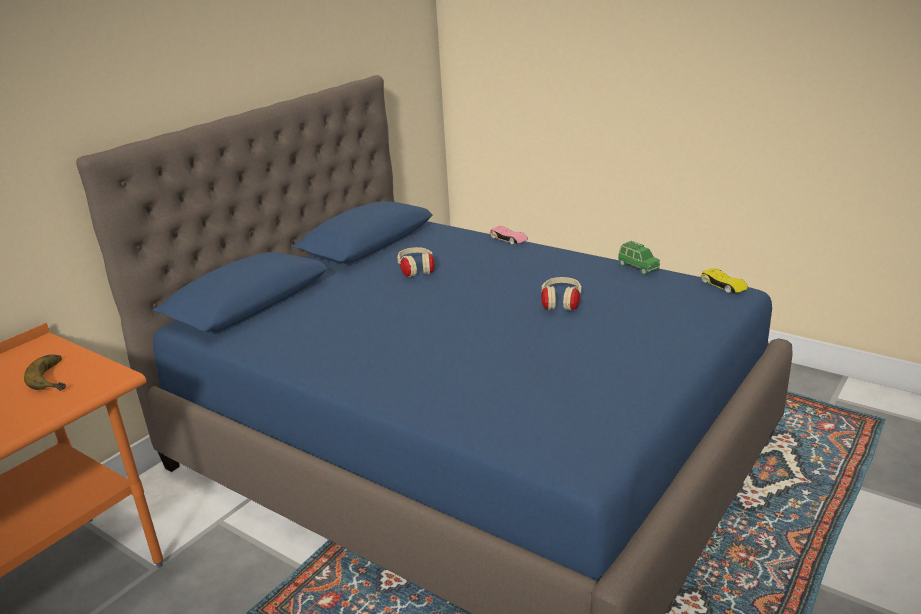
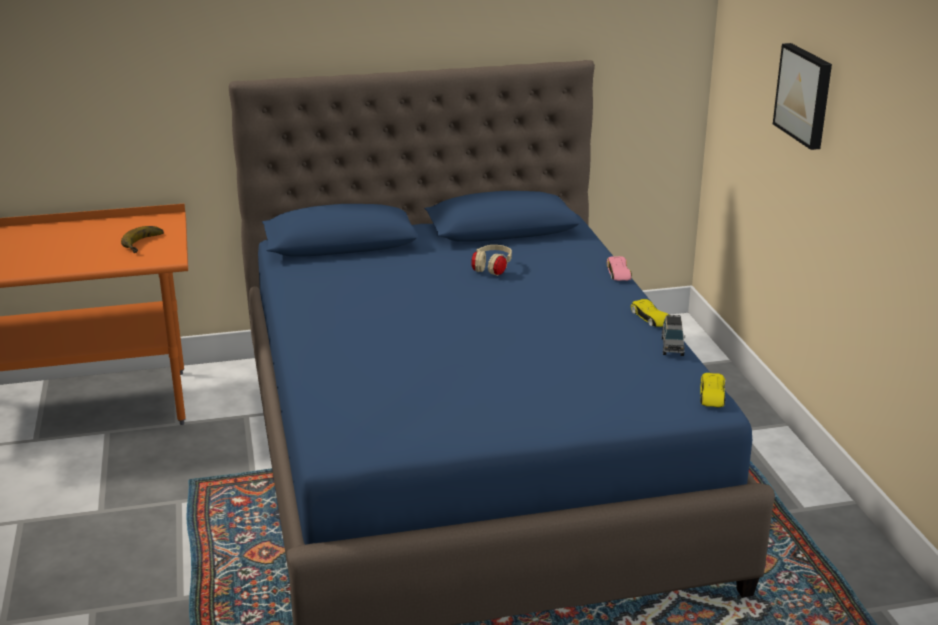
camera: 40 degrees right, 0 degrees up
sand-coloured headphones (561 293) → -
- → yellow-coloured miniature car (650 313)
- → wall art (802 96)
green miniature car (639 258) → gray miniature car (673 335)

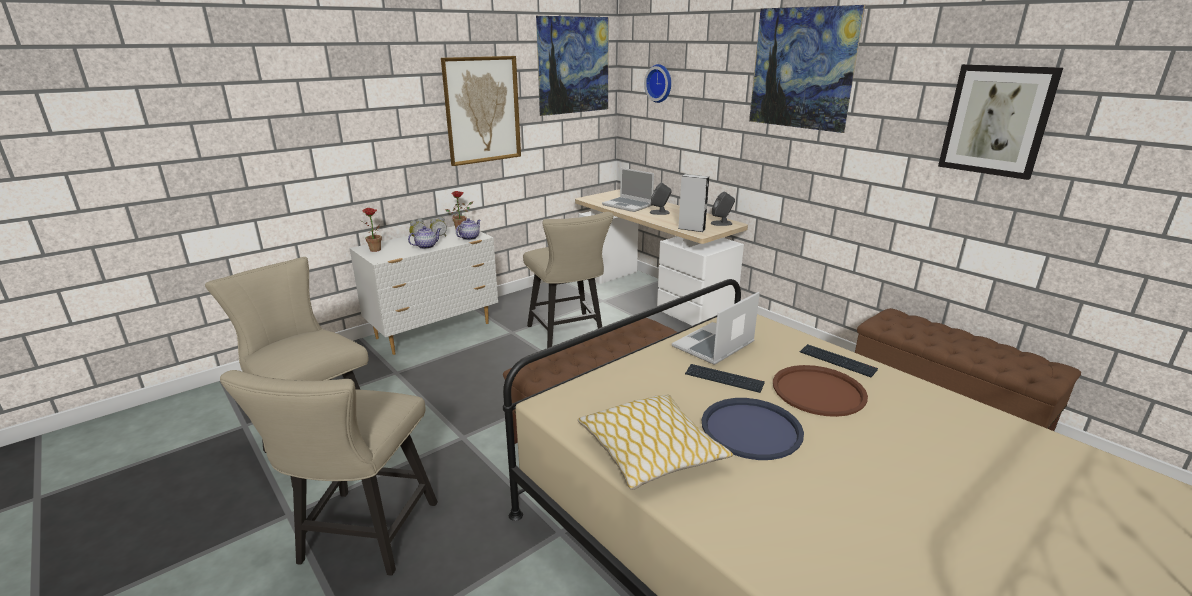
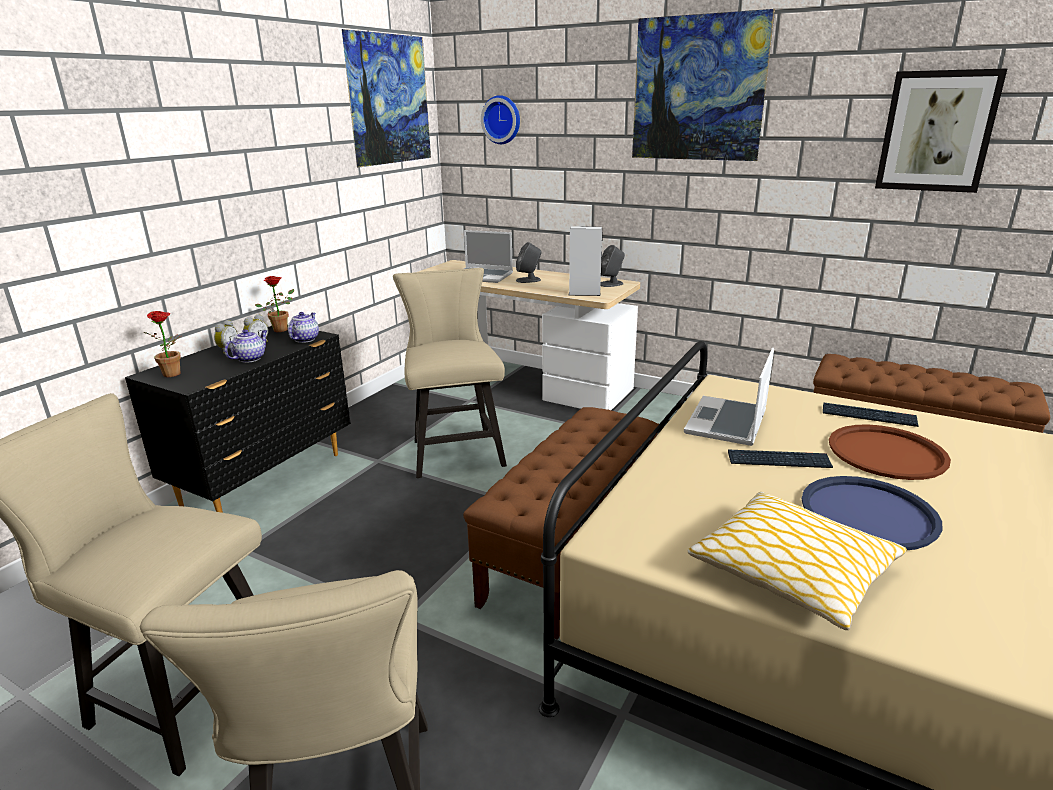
camera: 20 degrees left, 0 degrees up
wall art (481 111) → -
whitish chest of drawers (424 290) → black-coloured chest of drawers (238 419)
sand-coloured chair (568 280) → sand-coloured chair (450 373), 150 degrees counterclockwise

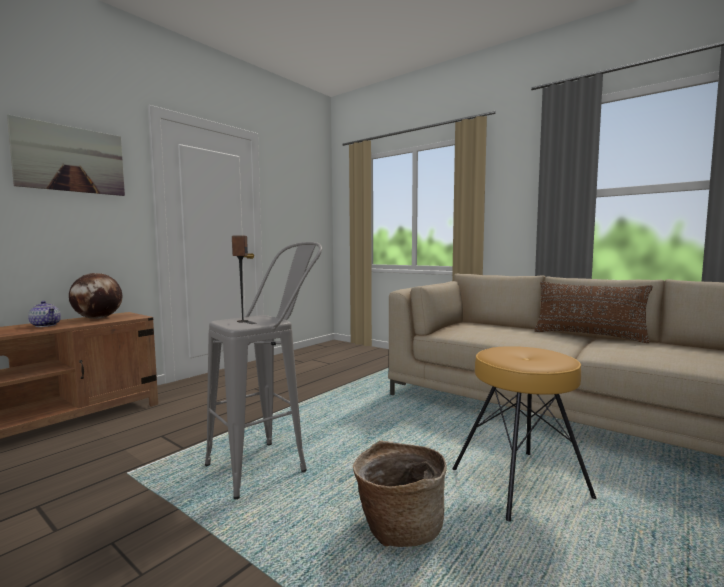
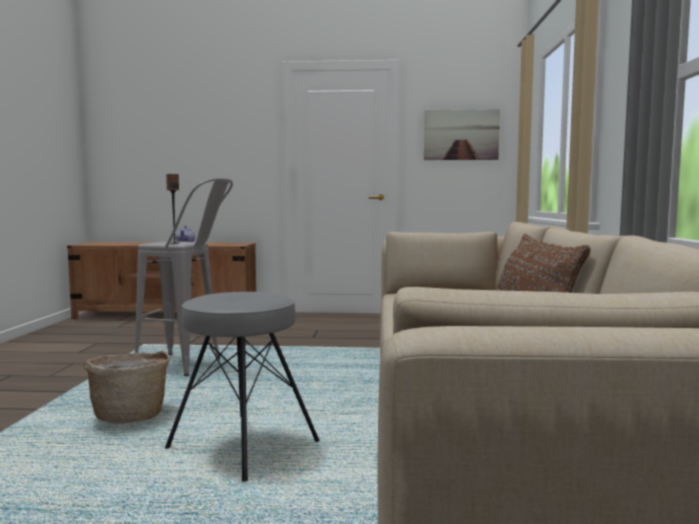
camera: 55 degrees right, 0 degrees up
desk globe (96 296) → -
wall art (66 155) → wall art (462 134), move
brown sitting stool (524 433) → gray sitting stool (242 387)

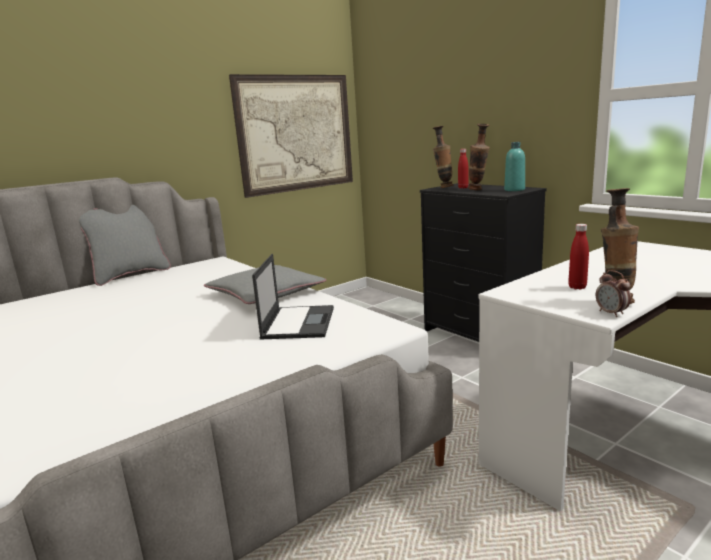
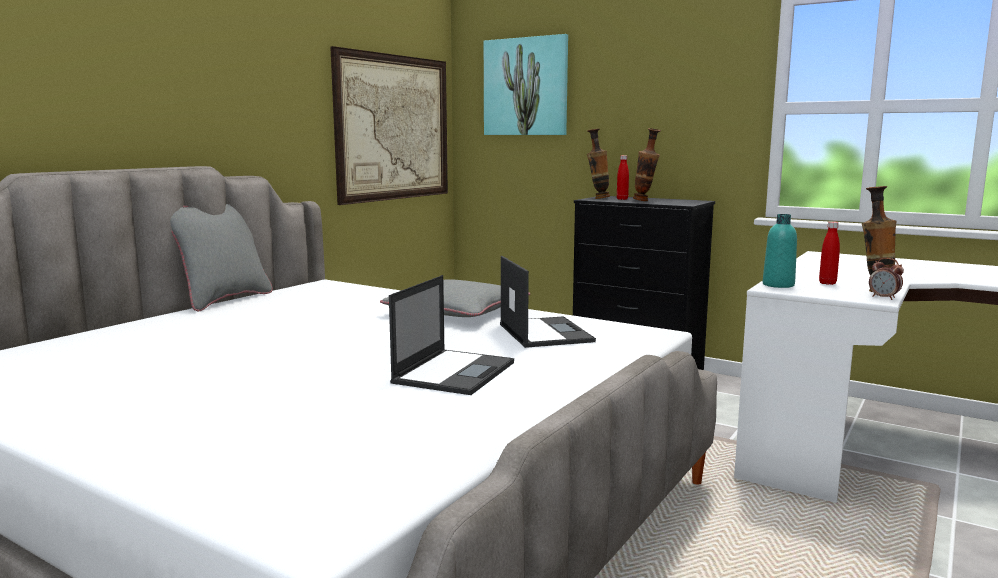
camera: 20 degrees left, 5 degrees down
- → laptop (451 335)
- → wall art (526 84)
turquoise-coloured drink bottle (514 166) → turquoise-coloured drink bottle (780 251), move

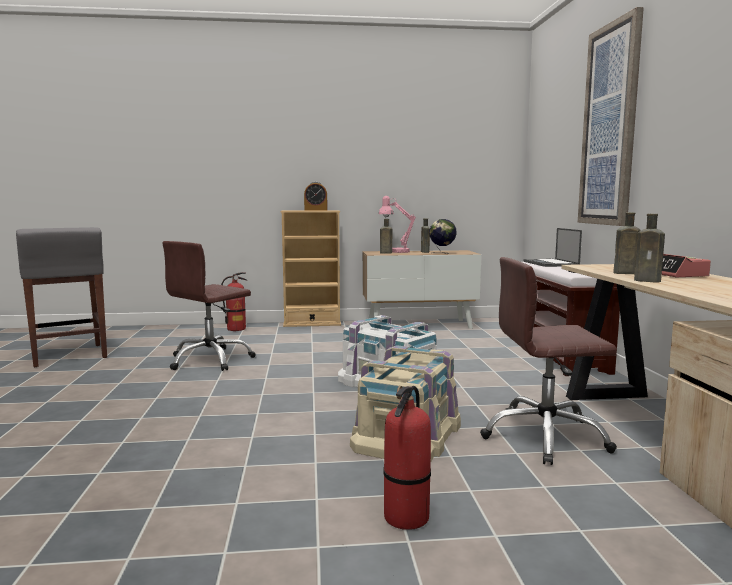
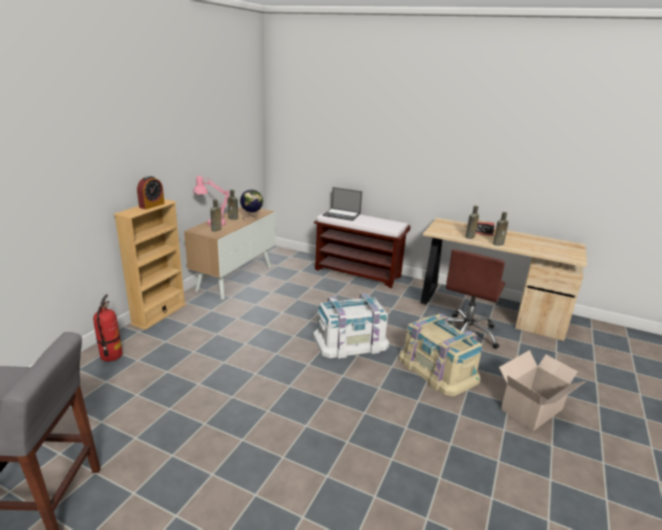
camera: 60 degrees left, 15 degrees up
brown office chair (209 306) → -
wall art (611 116) → -
extinguisher (407 458) → packing box (542 390)

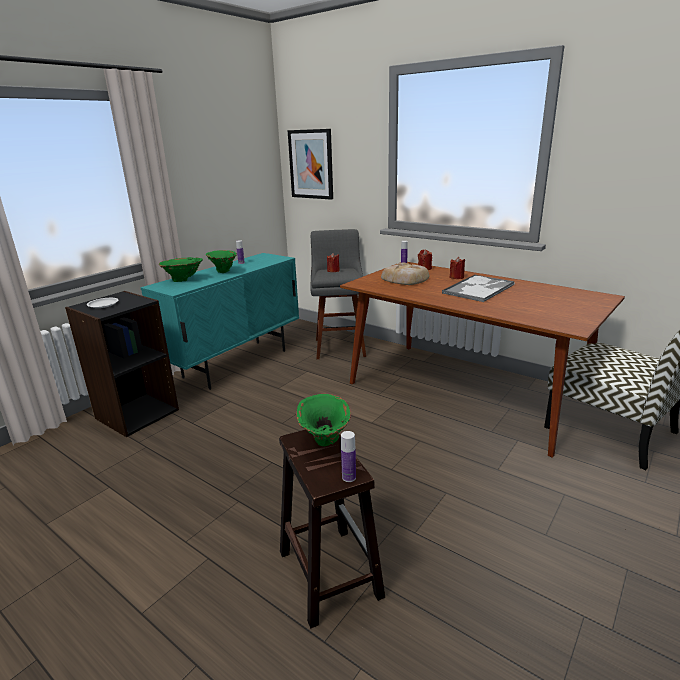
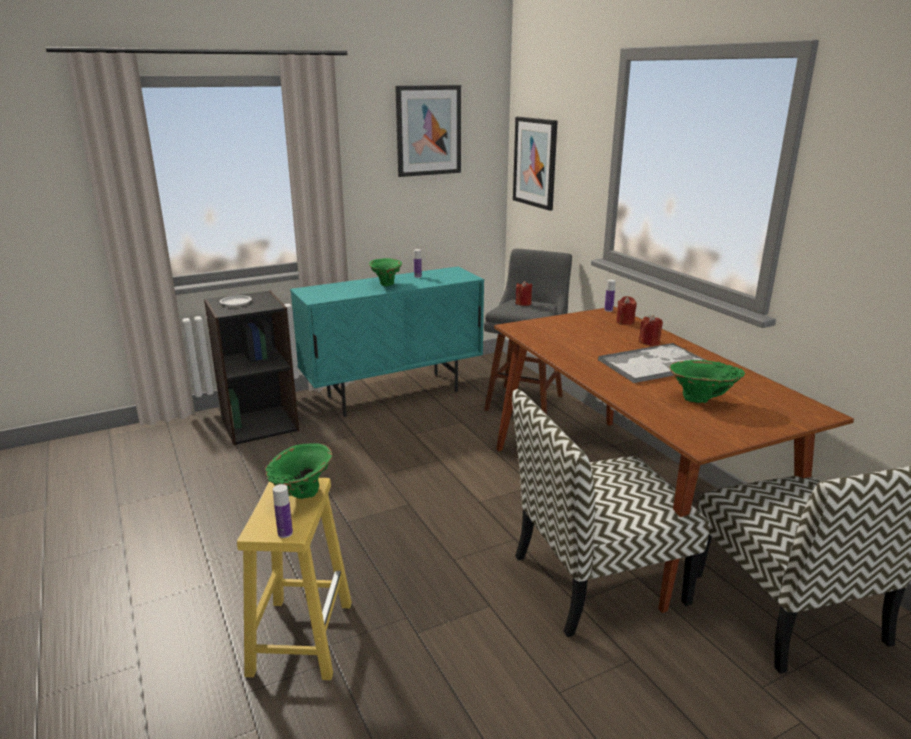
camera: 25 degrees right, 0 degrees up
bakery bread (405 274) → -
- → wall art (428 131)
- → chair (611 513)
green vase (181 269) → green vase (707 381), move
brown sitting stool (332 529) → yellow-coloured sitting stool (294 579)

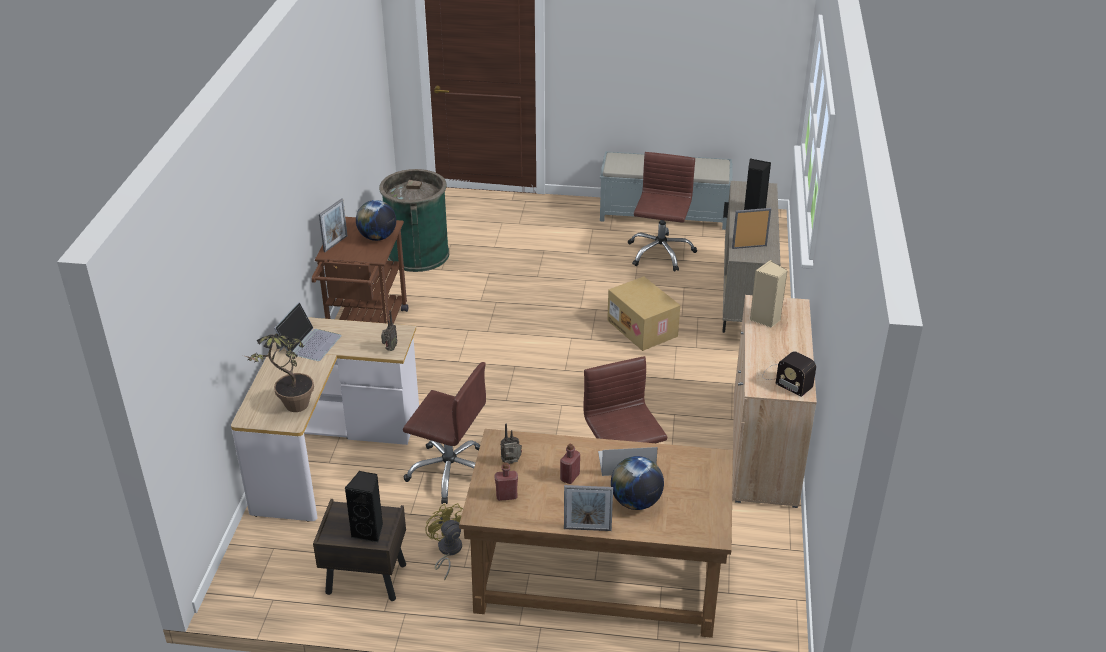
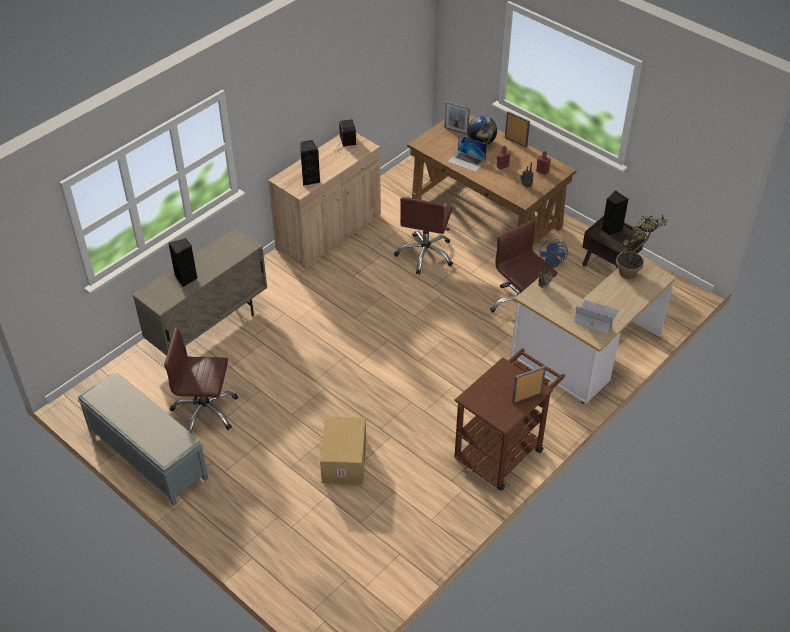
camera: 145 degrees left, 10 degrees up
desk globe (376 220) → -
green waste bin (414 220) → -
packing box (643 313) → packing box (343 450), move
photo frame (751 228) → photo frame (457 118), move
yellow-coloured fan (444 542) → blue-coloured fan (554 253)
sand-coloured loudspeaker (769 294) → black-coloured loudspeaker (311 163)
laptop (308 331) → laptop (596 317), 60 degrees clockwise
brown office chair (662 212) → brown office chair (201 380), 45 degrees clockwise

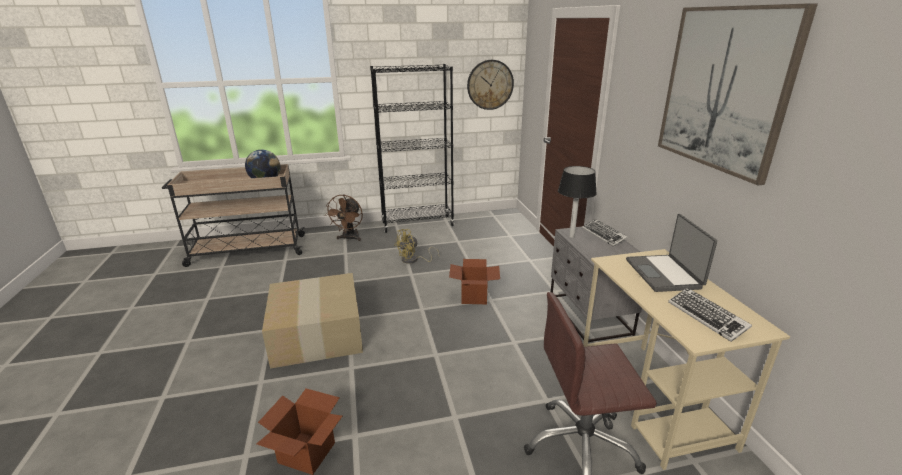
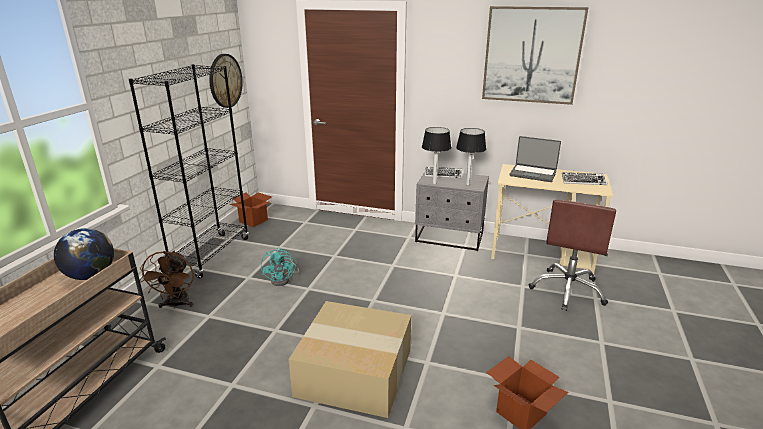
camera: 60 degrees left, 0 degrees up
- → tabletop lamp (471 157)
packing box (474 281) → packing box (251 209), move
yellow-coloured fan (416 246) → turquoise-coloured fan (280 267)
brown fan (344 217) → brown fan (167 280), 45 degrees clockwise

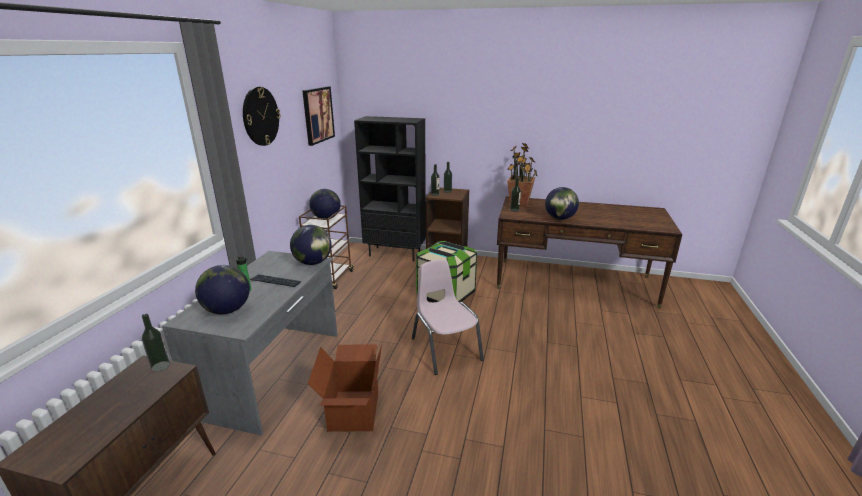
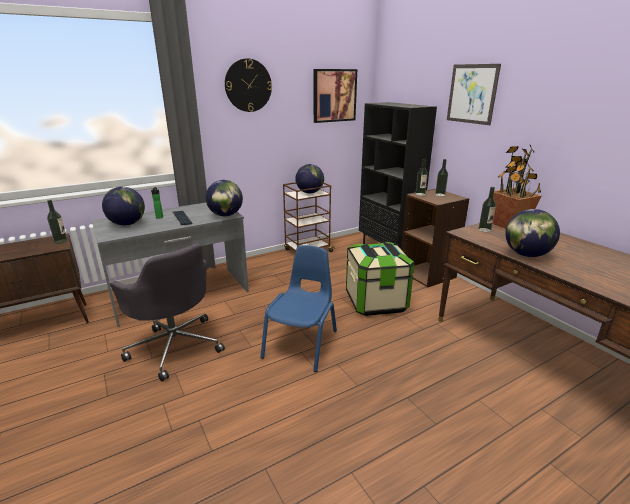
camera: 45 degrees right, 0 degrees up
- → wall art (474 94)
packing box (345 388) → gray office chair (167 312)
pinkish chair (448 317) → blue-coloured chair (298 308)

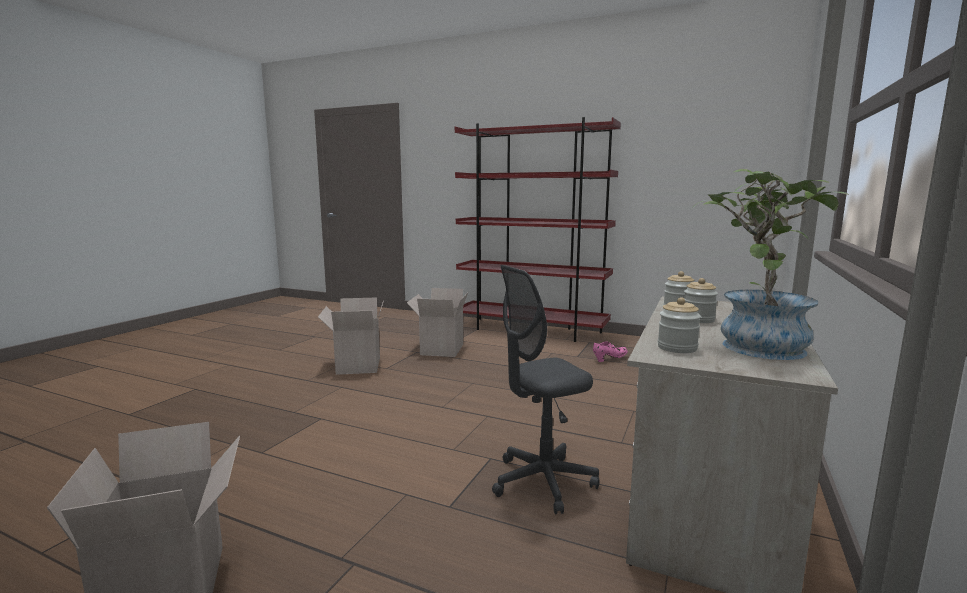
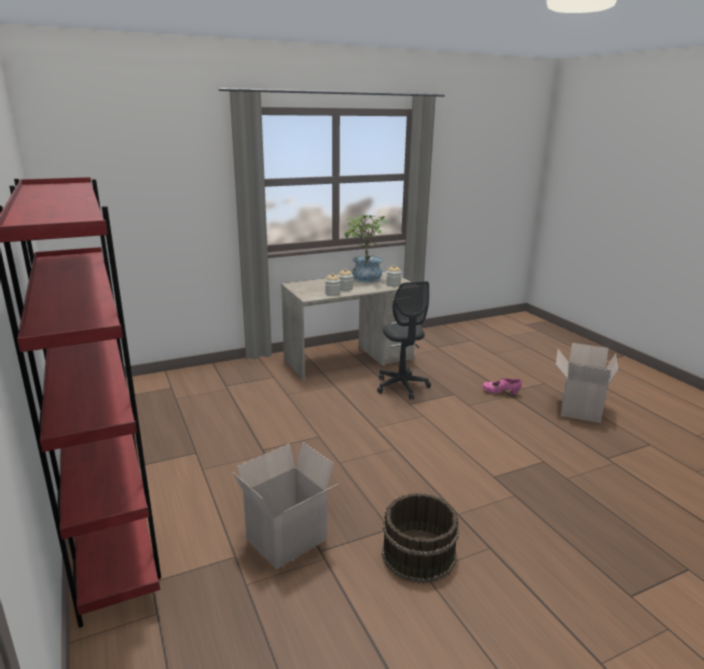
camera: 140 degrees left, 10 degrees up
pinkish low shoe (610 351) → pinkish low shoe (502 386), move
packing box (350 336) → brown water bucket (420 538)
gray office chair (546 389) → gray office chair (404 340), 60 degrees clockwise

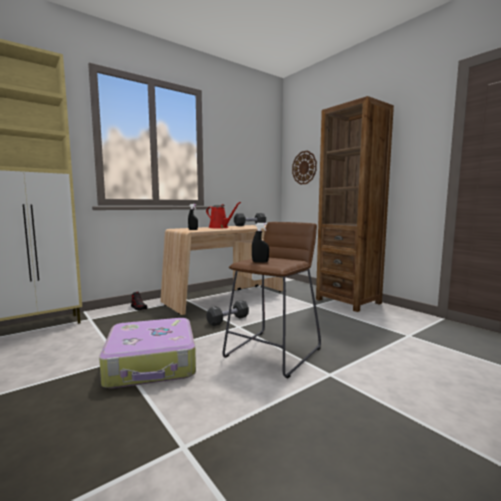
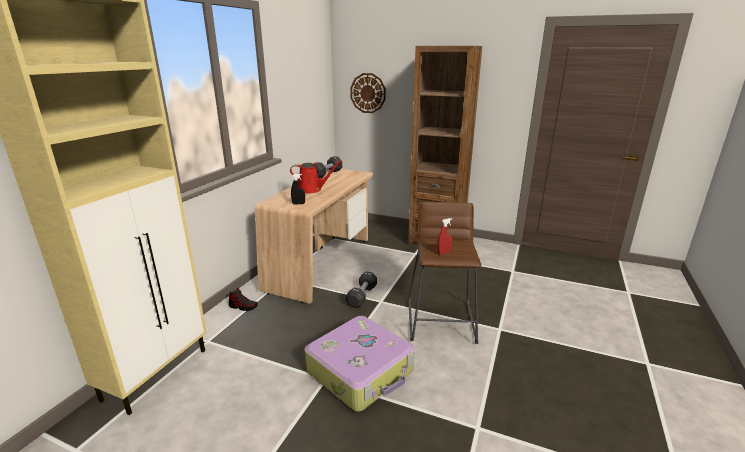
camera: 30 degrees left, 15 degrees up
black-coloured sprayer (260 243) → red sprayer (445 236)

